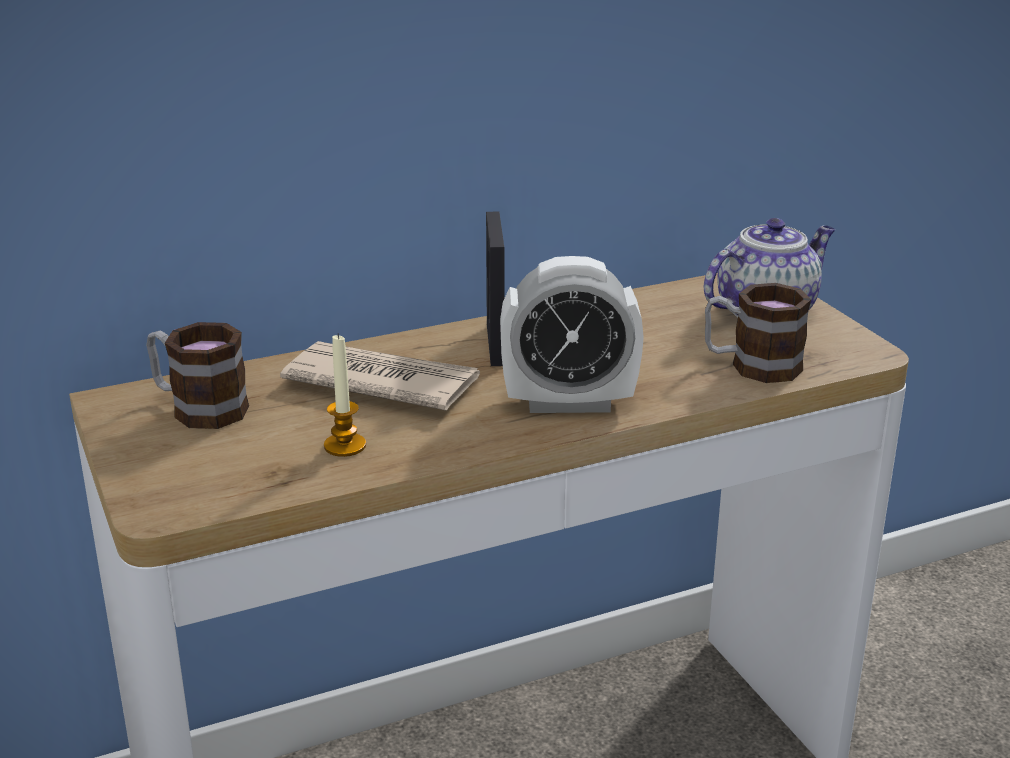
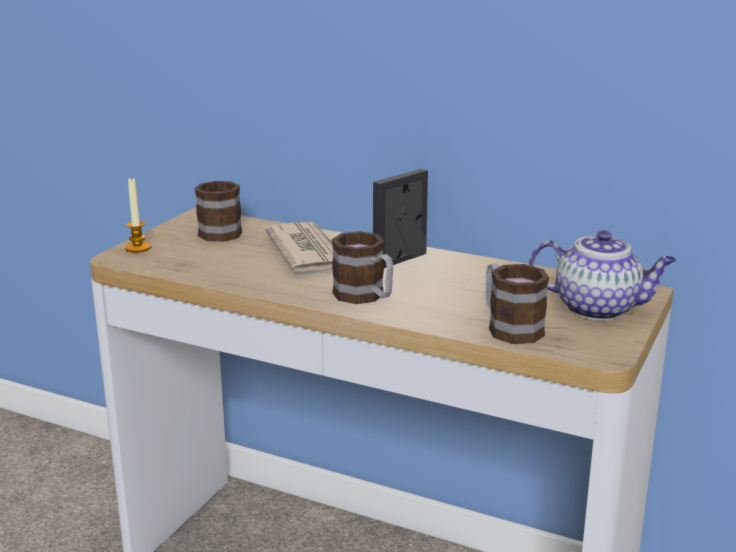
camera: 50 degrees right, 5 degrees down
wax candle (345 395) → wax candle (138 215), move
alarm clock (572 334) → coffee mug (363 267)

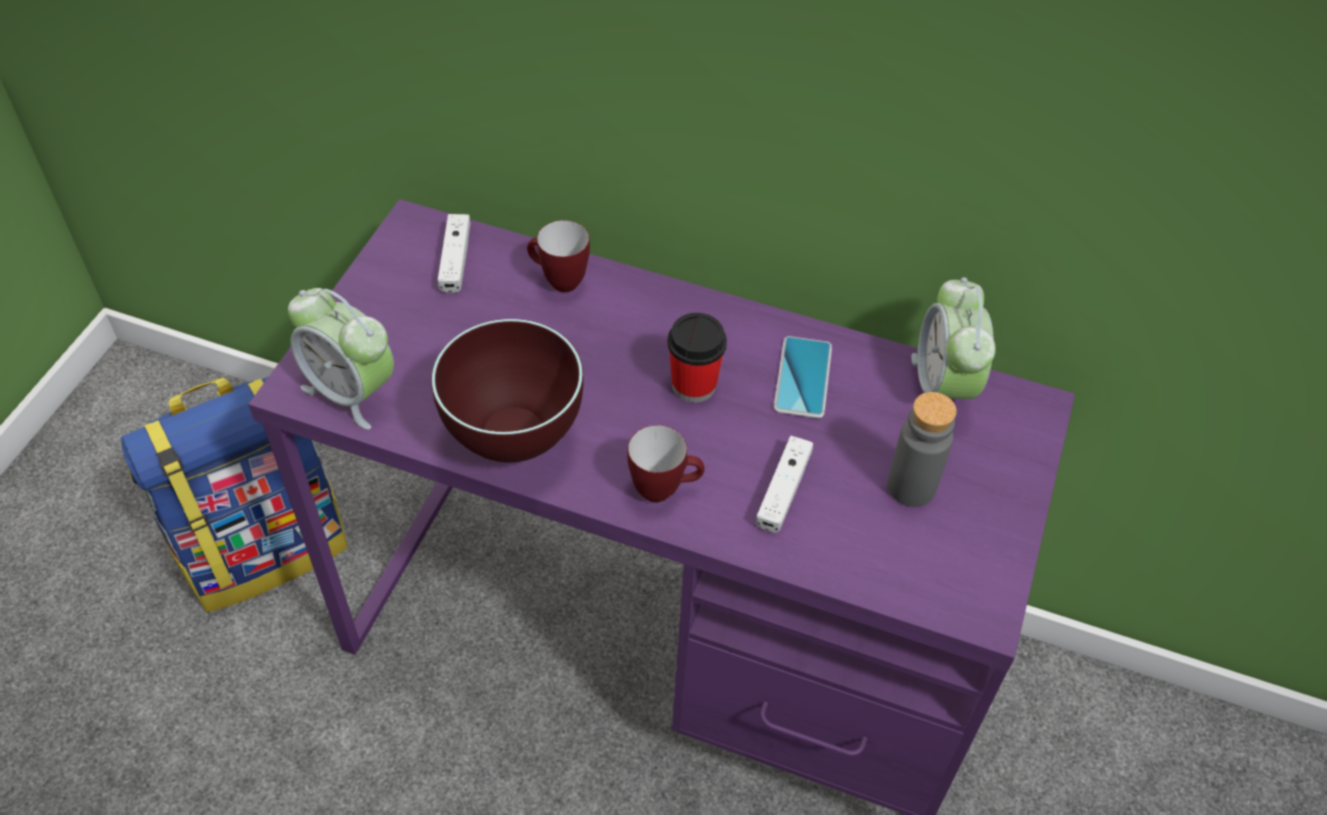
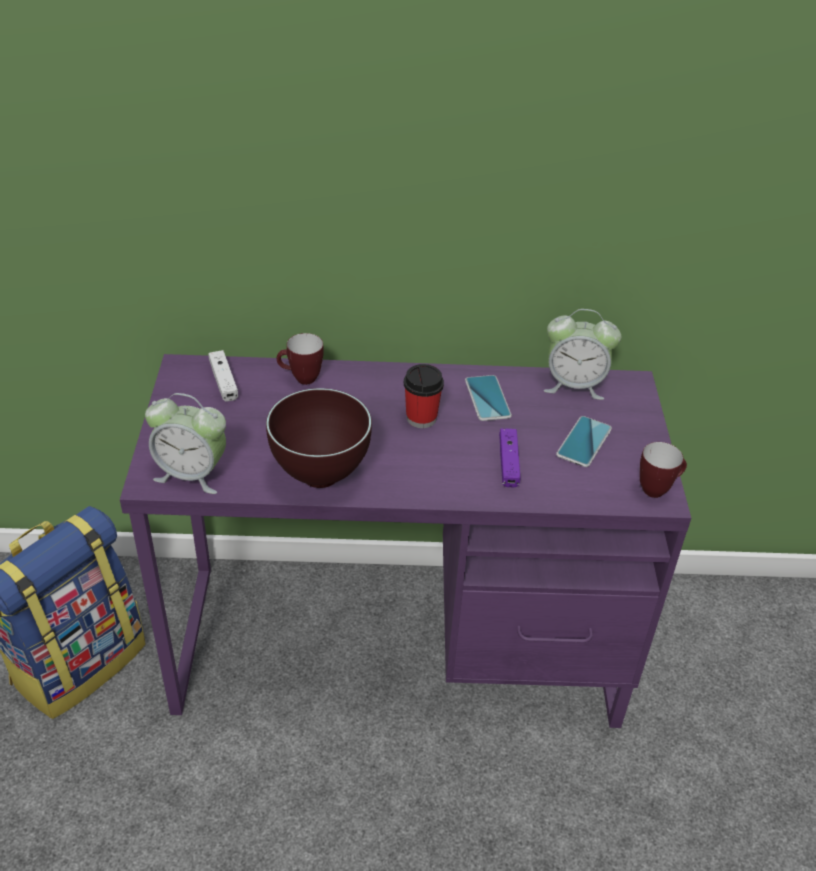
camera: 20 degrees left, 10 degrees down
coffee mug (665 463) → coffee mug (663 470), move
gray drink bottle (922 449) → handset (584 441)
whitish game controller (784 484) → purple-coloured game controller (510 457)
alarm clock (953 338) → alarm clock (582 354), 60 degrees counterclockwise

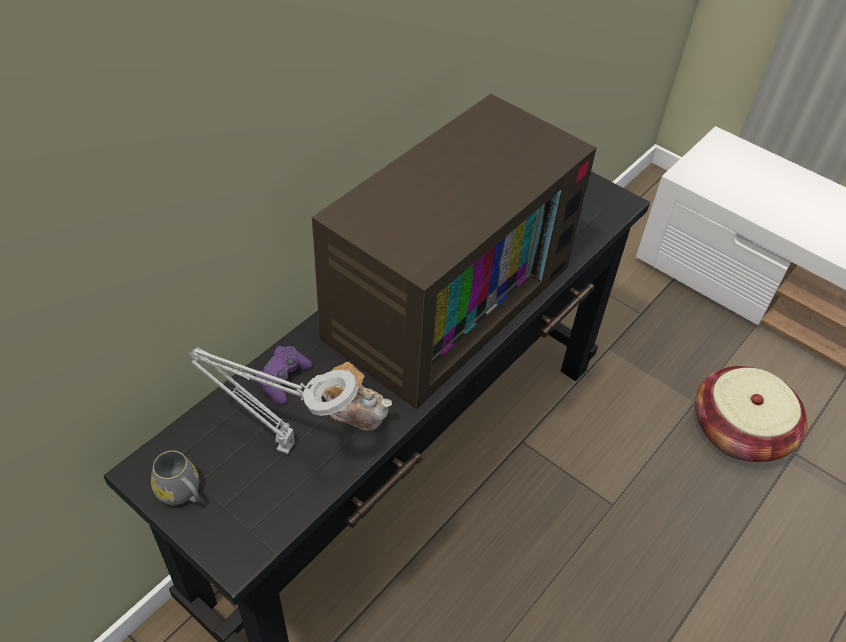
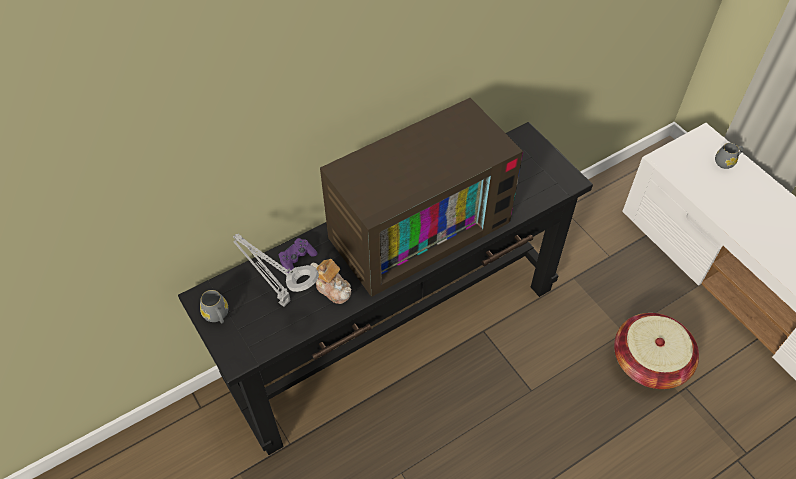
camera: 20 degrees right, 5 degrees up
- → gray coffee mug (729 156)

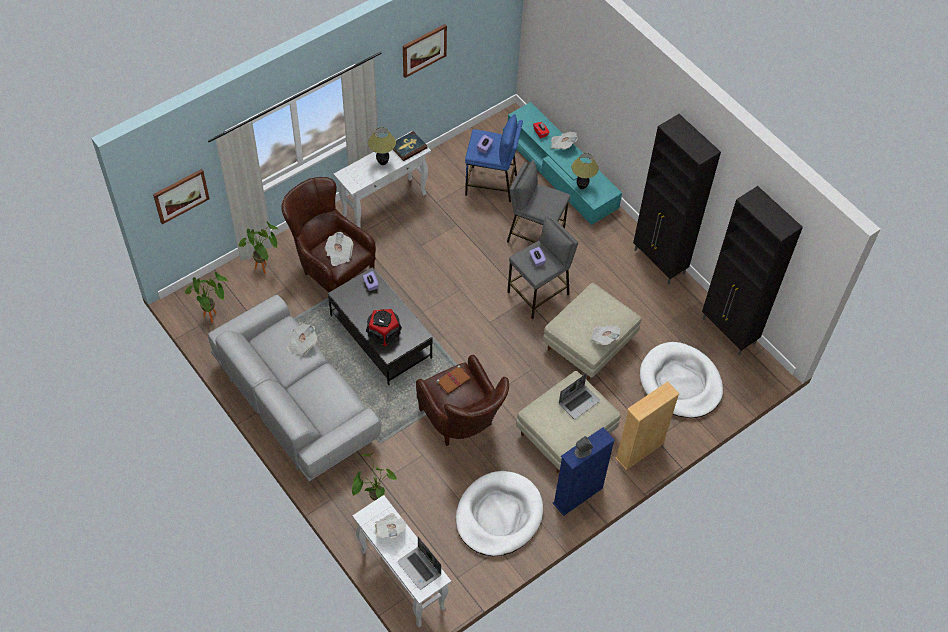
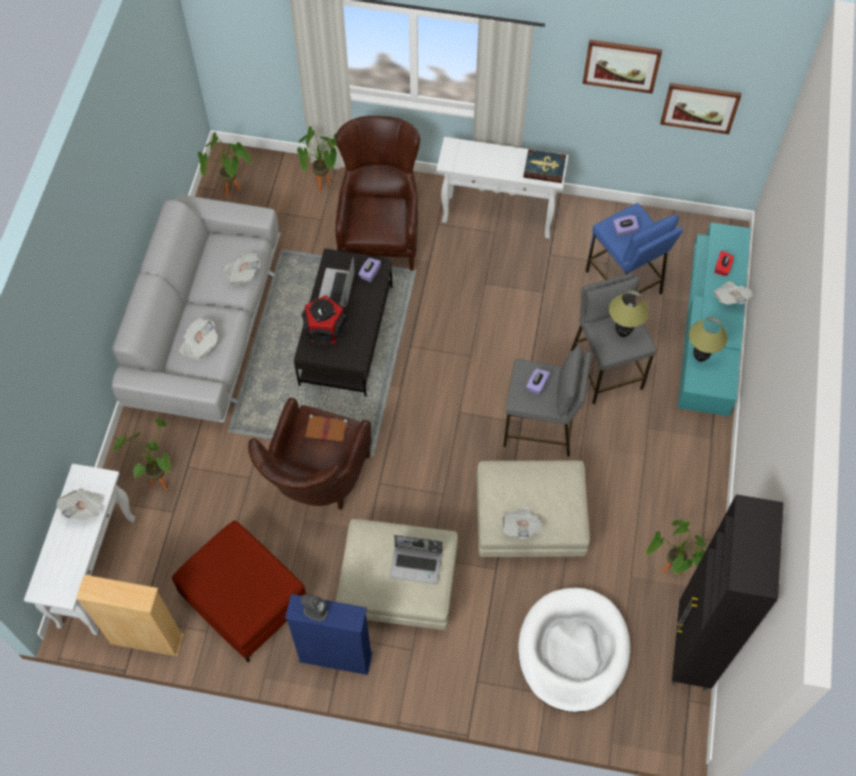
camera: 50 degrees right, 5 degrees up
black-coloured storage cabinet (677 199) → -
- → plant in a pot (677 547)
wall art (181 196) → wall art (701 108), move
daily paper (339 249) → daily paper (198 339), move
tabletop lamp (382 146) → tabletop lamp (629 313), move
laptop (419 563) → laptop (337 282), move
sand-coloured bookcase (647 425) → sand-coloured bookcase (130 615), move
whitish dog bed (499 513) → red footrest (239 591)

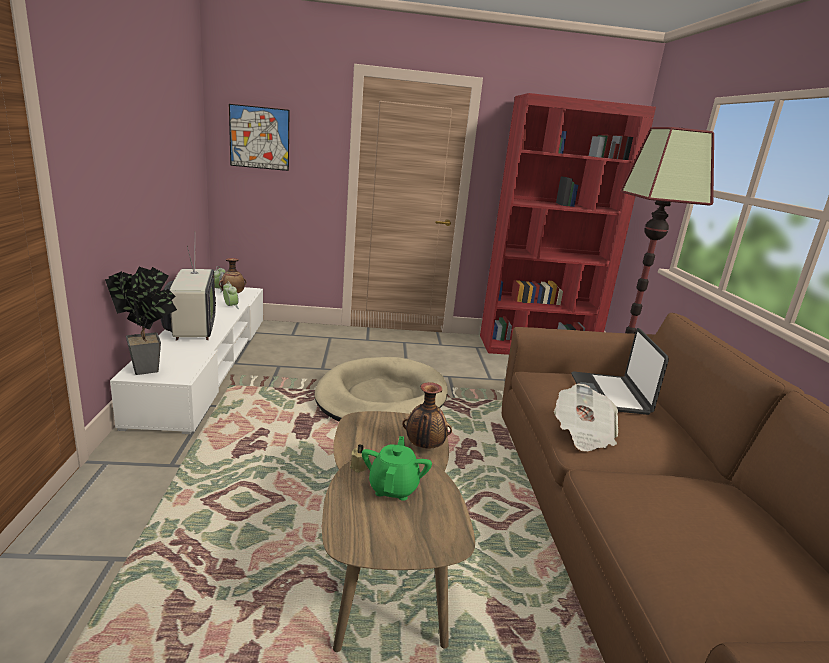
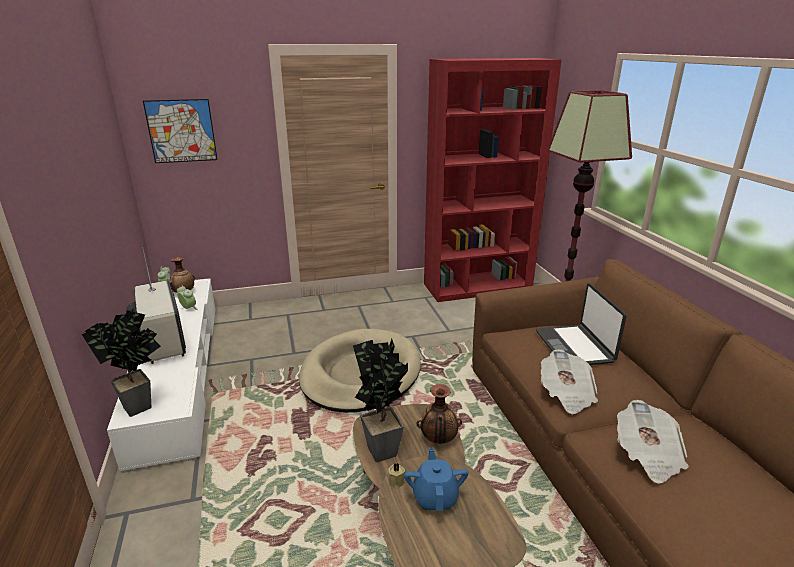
camera: 10 degrees left, 5 degrees up
- → plant in a pot (380 400)
- → daily paper (653 442)
green pot for tea (397 468) → blue-coloured pot for tea (436 479)

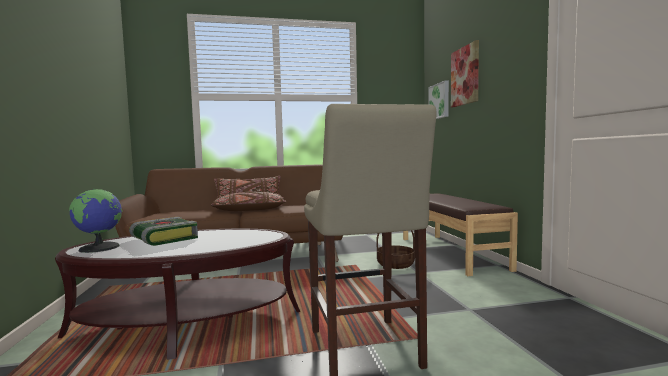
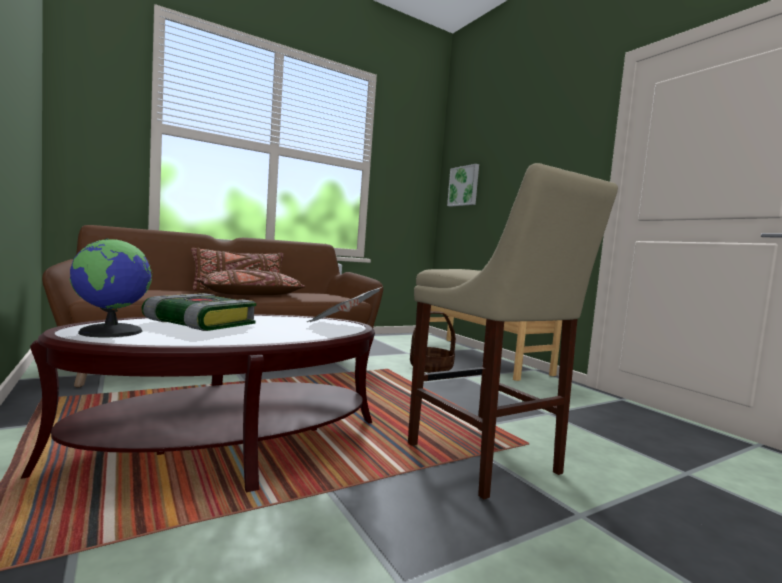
camera: 20 degrees left, 0 degrees up
wall art (465 73) → -
- → daily paper (344 304)

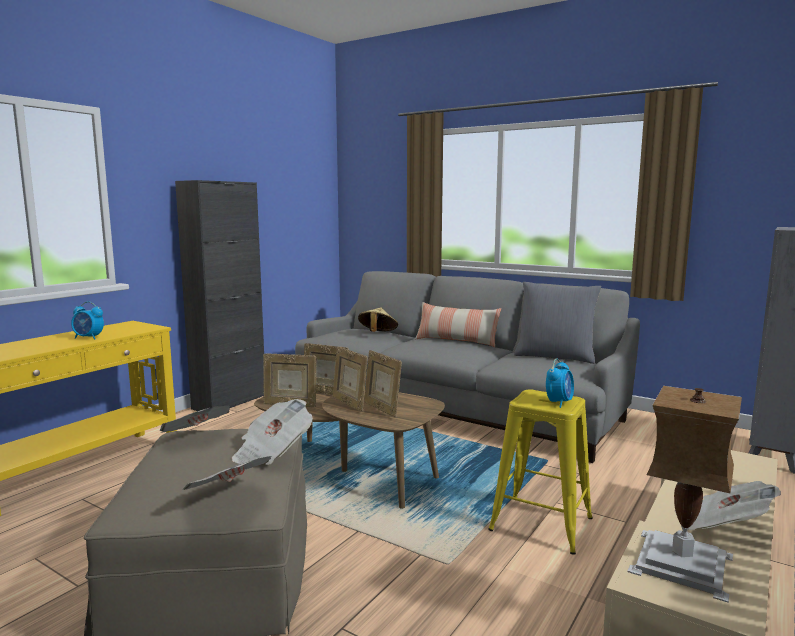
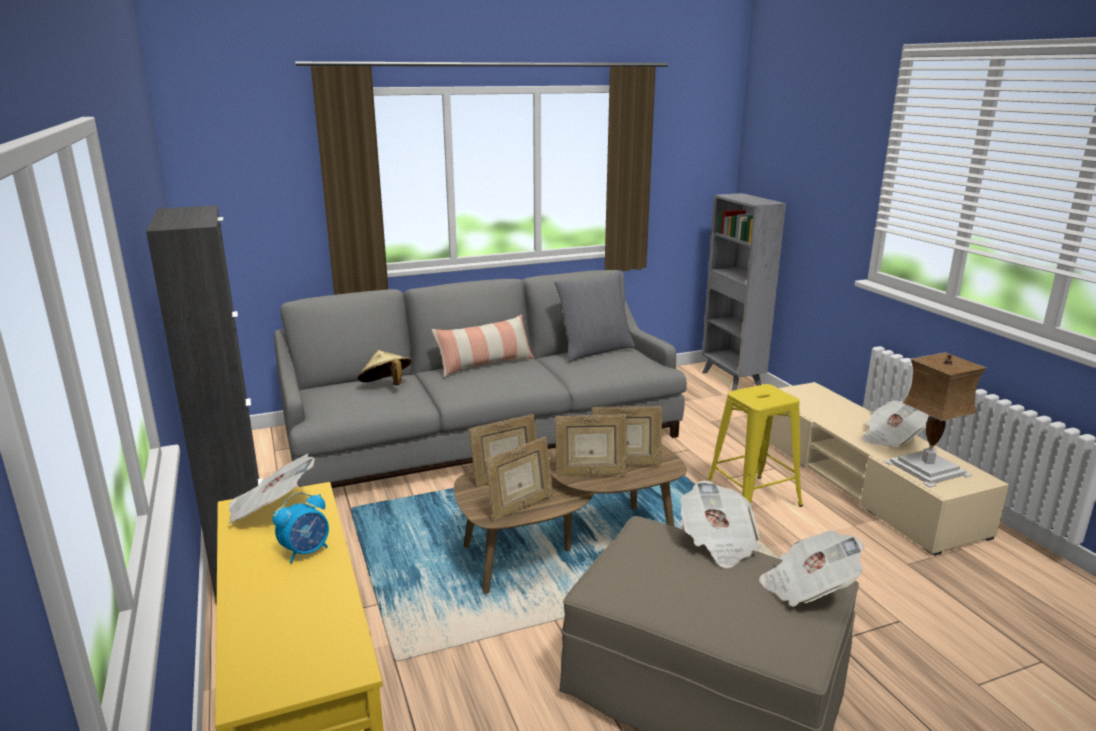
camera: 55 degrees left, 10 degrees up
alarm clock (560 383) → -
daily paper (195 419) → daily paper (271 489), move

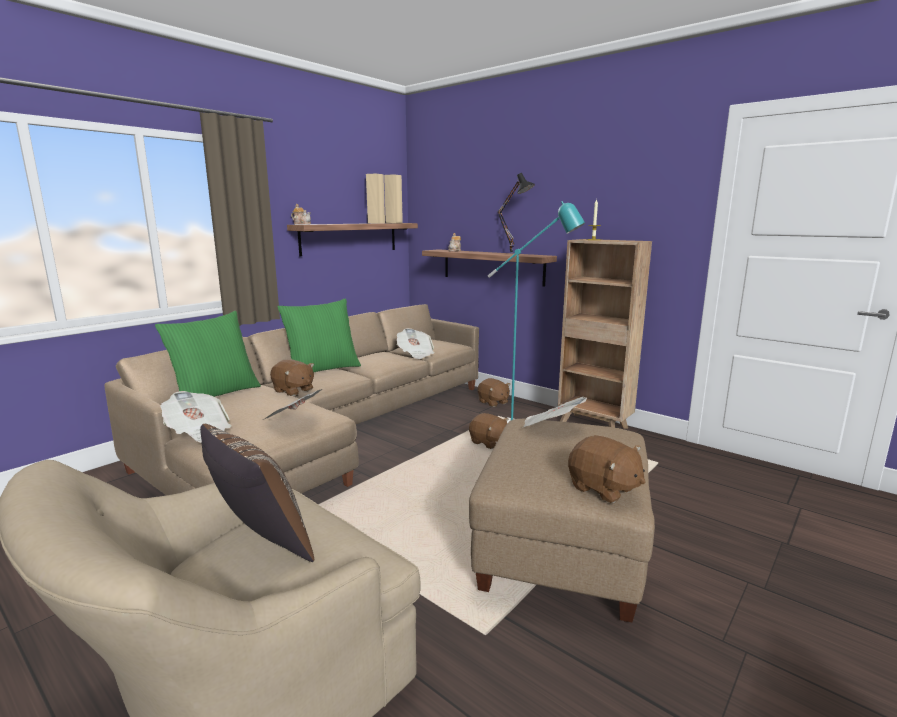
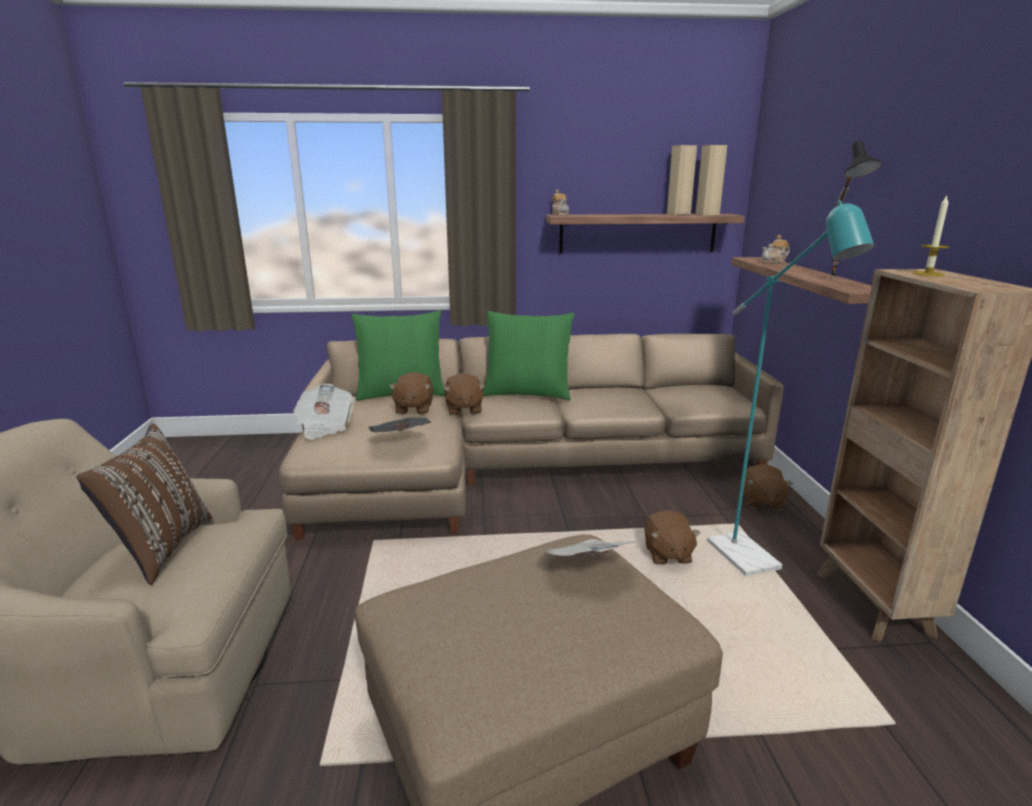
camera: 45 degrees right, 5 degrees up
daily paper (416 343) → -
brown plush toy (607 469) → brown plush toy (411 393), move

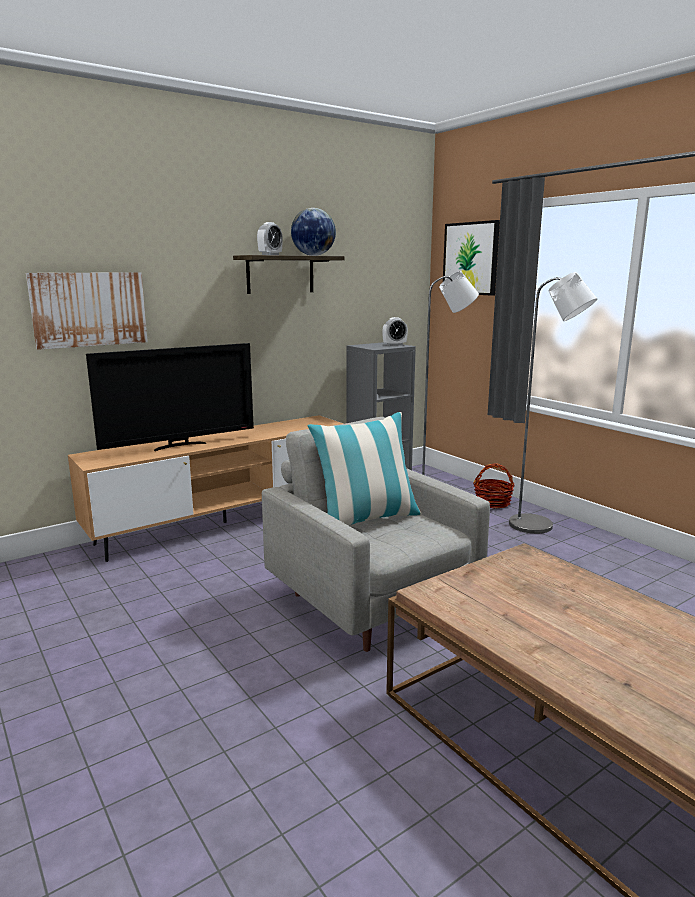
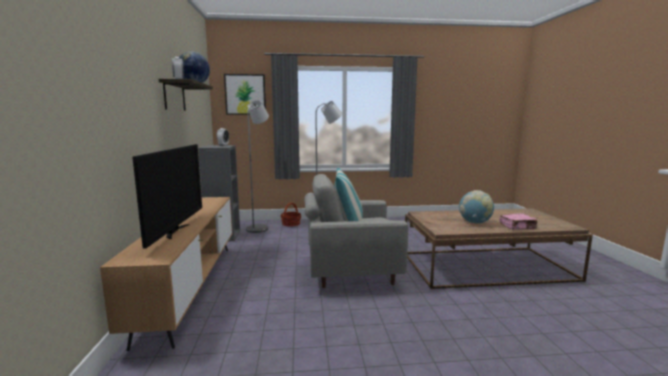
camera: 60 degrees left, 5 degrees down
wall art (87 311) → -
- → desk globe (476 206)
- → pinkish bound book (518 221)

